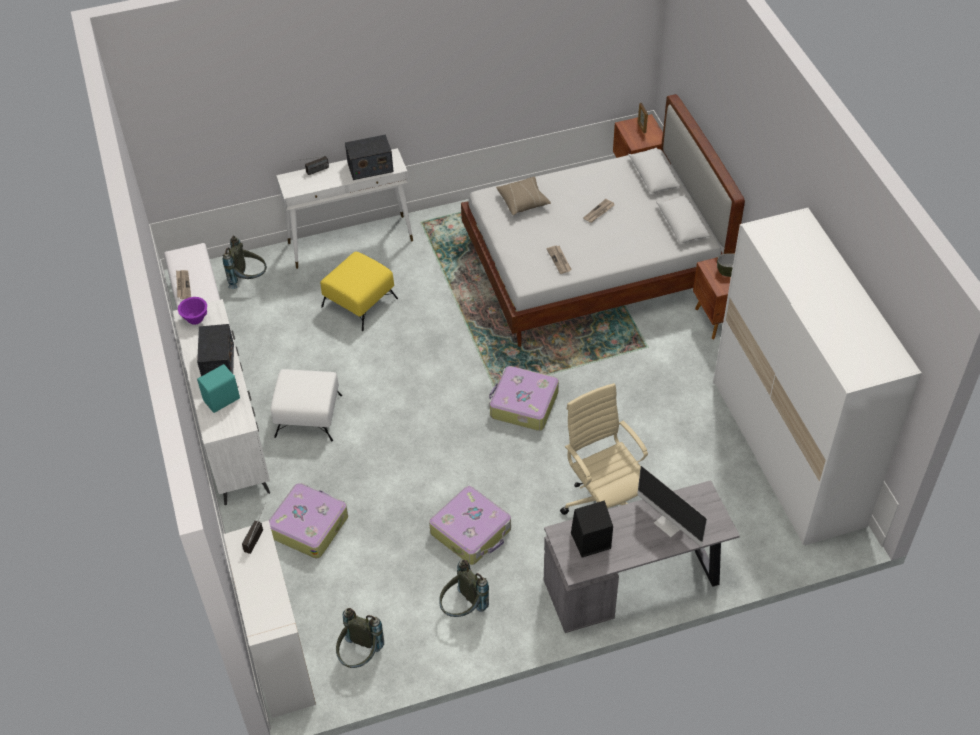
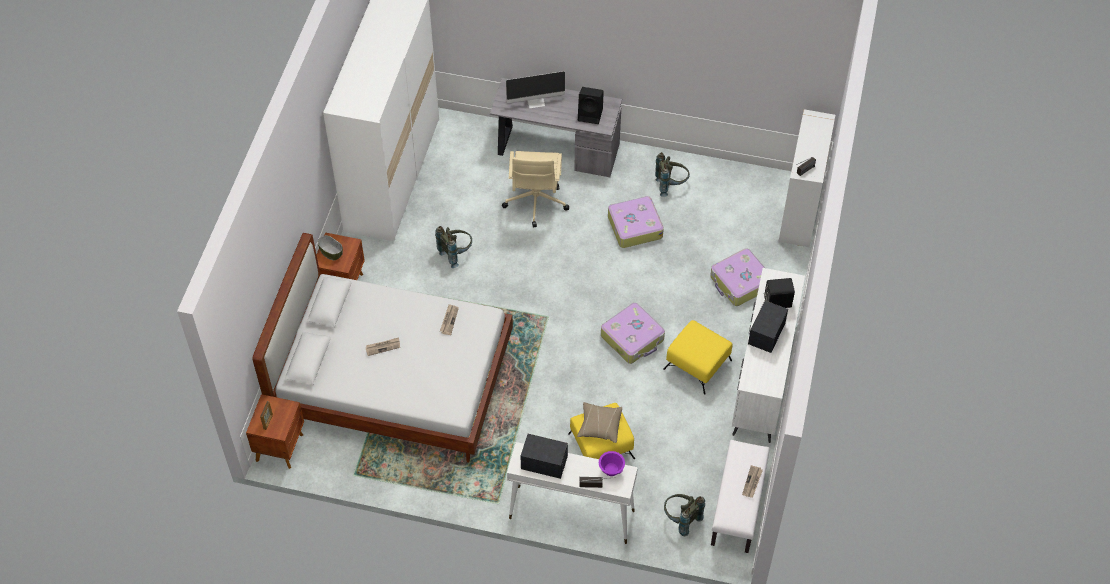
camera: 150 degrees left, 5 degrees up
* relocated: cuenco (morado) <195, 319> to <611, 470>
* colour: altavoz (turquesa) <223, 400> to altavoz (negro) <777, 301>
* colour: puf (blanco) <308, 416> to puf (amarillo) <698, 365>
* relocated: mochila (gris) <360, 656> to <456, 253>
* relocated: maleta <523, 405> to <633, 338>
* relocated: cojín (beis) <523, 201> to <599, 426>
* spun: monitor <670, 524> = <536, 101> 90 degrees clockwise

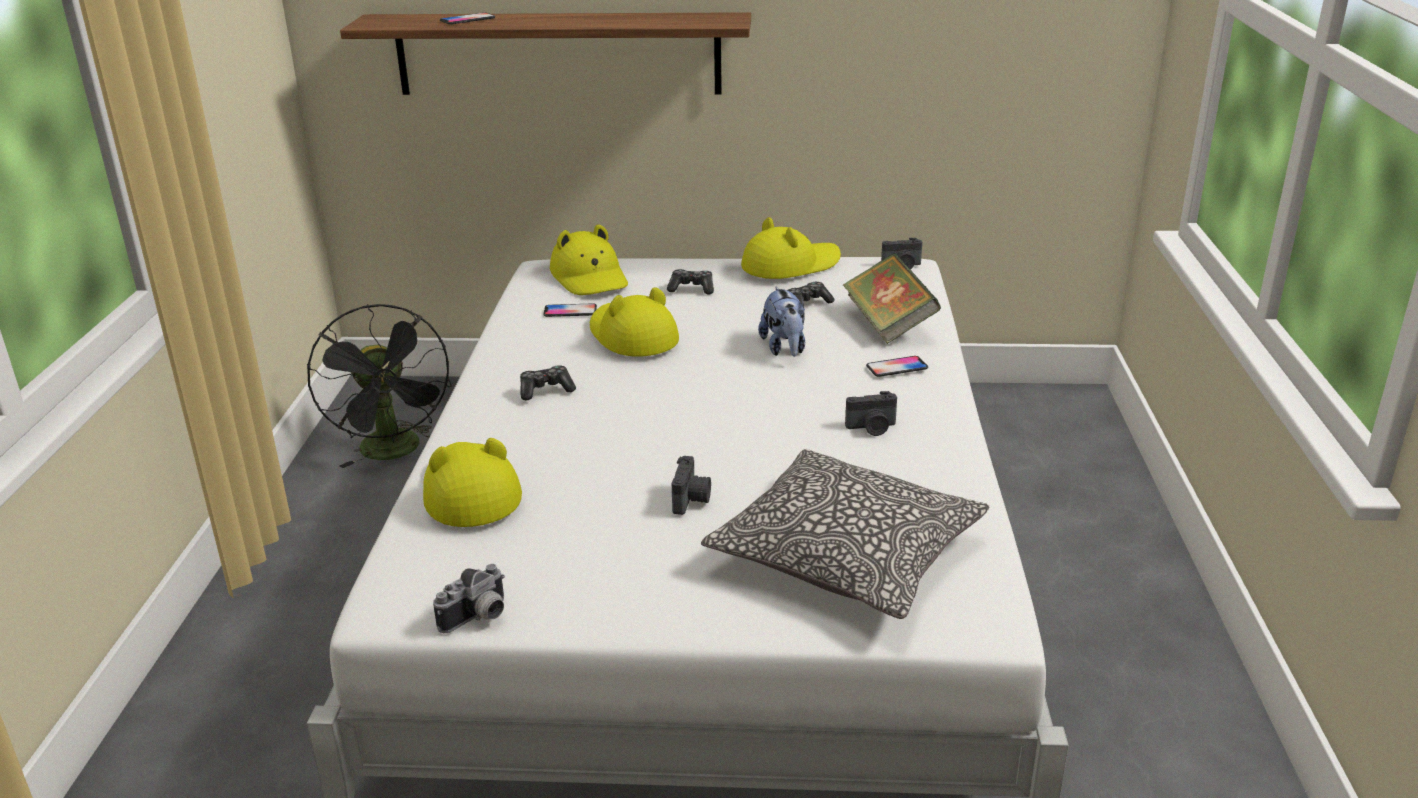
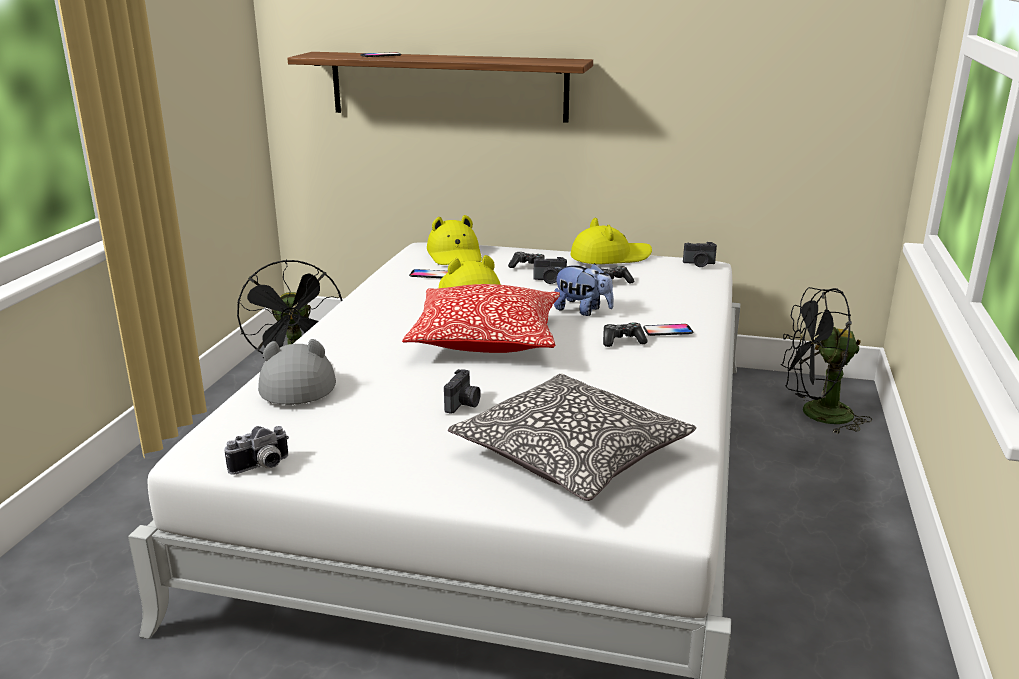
camera: 10 degrees right, 5 degrees down
* colour: sombrero (amarillo) <469, 491> to sombrero (gris) <298, 382>
* relocated: mando de consola <546, 390> to <622, 341>
* spun: peluche <784, 348> = <582, 311> 60 degrees counterclockwise
* missing: libro <888, 324>
* relocated: cámara <872, 428> to <550, 280>
* appeared: cojín <486, 339>
* appeared: ventilador (negro) <816, 414>

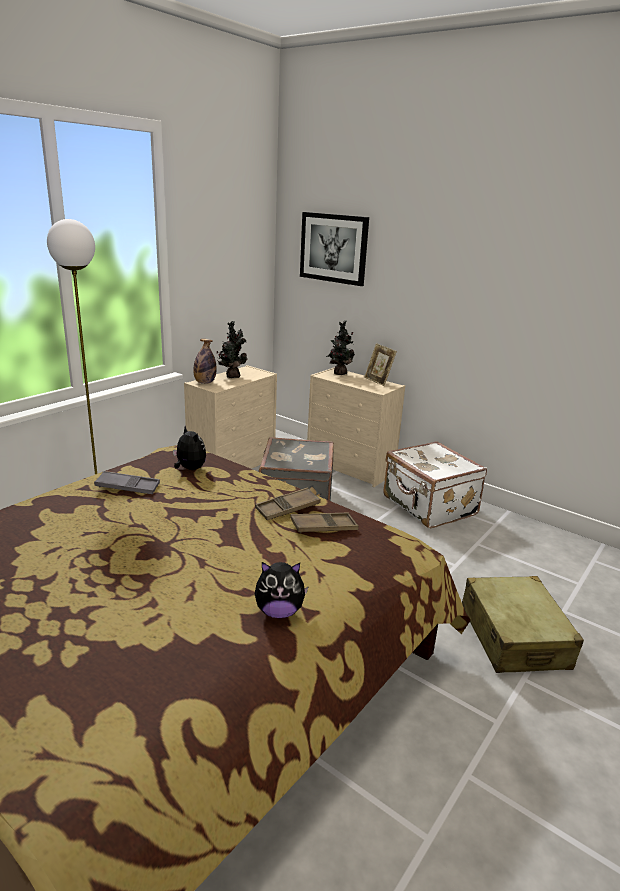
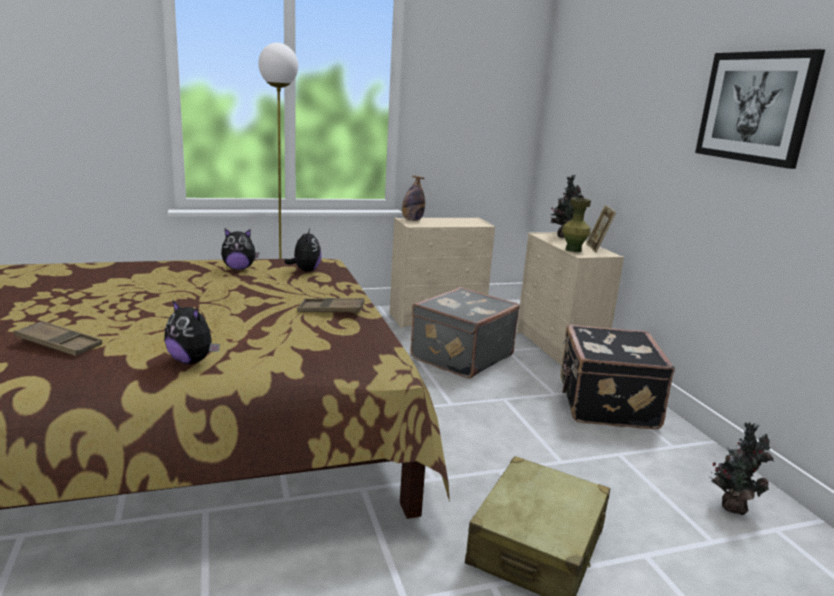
camera: 35 degrees right, 5 degrees down
* exchanged: bandeja (gris) <128, 487> to peluche <239, 268>
* relocated: planta en maceta <232, 376> to <732, 506>
* relocated: bandeja (marrón) <323, 527> to <59, 344>
* relocated: cuadro <333, 248> to <755, 107>
* colour: maleta (blanco) <428, 506> to maleta (negro) <604, 404>
* appeared: florero (verde) <573, 250>

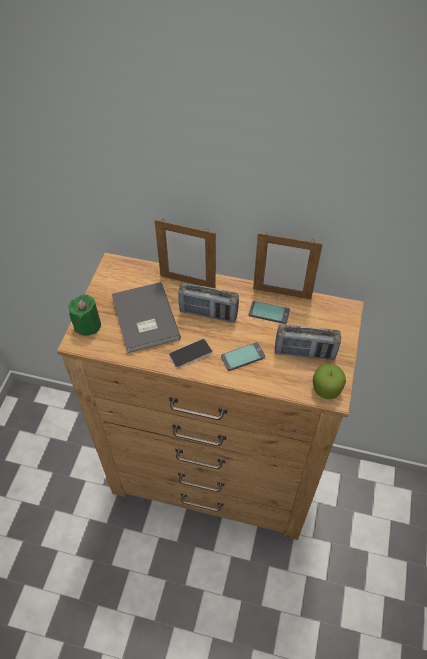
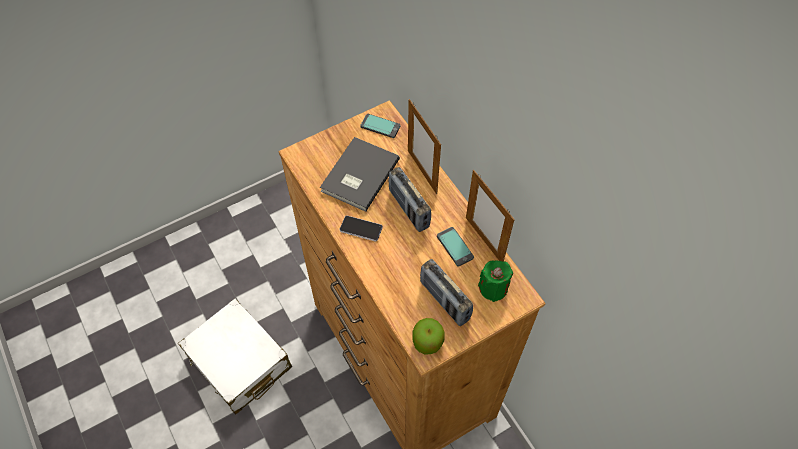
camera: 45 degrees right, 5 degrees up
* relocated: vela (verde) <87, 325> to <493, 288>
* relocated: móvil <242, 357> to <380, 126>
* appeared: maleta (blanco) <239, 362>

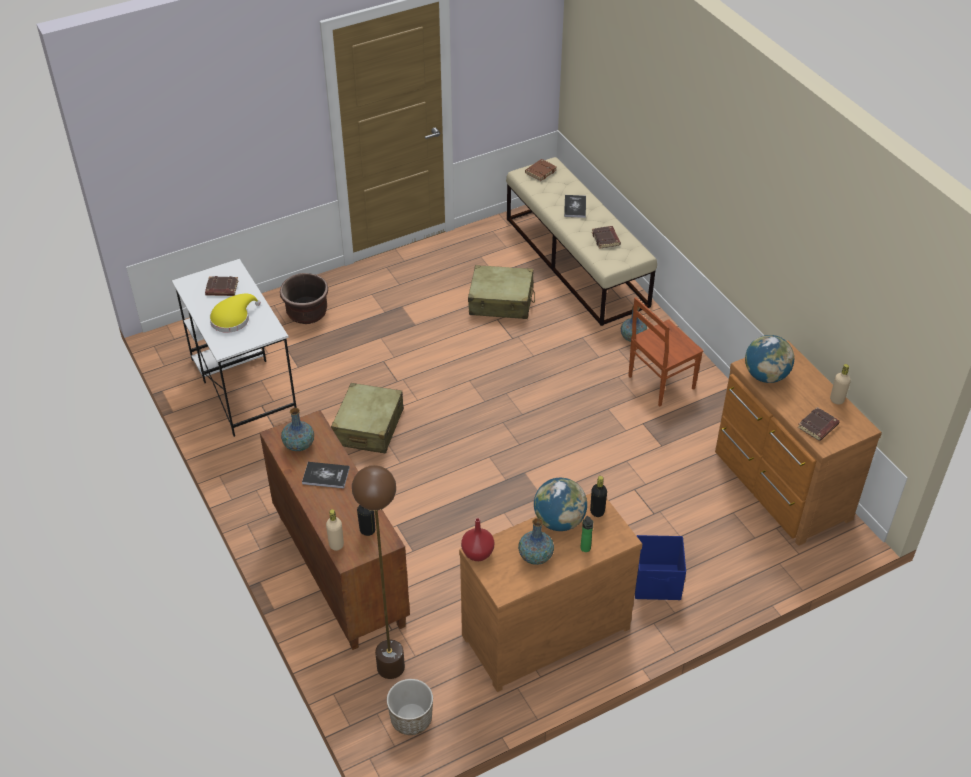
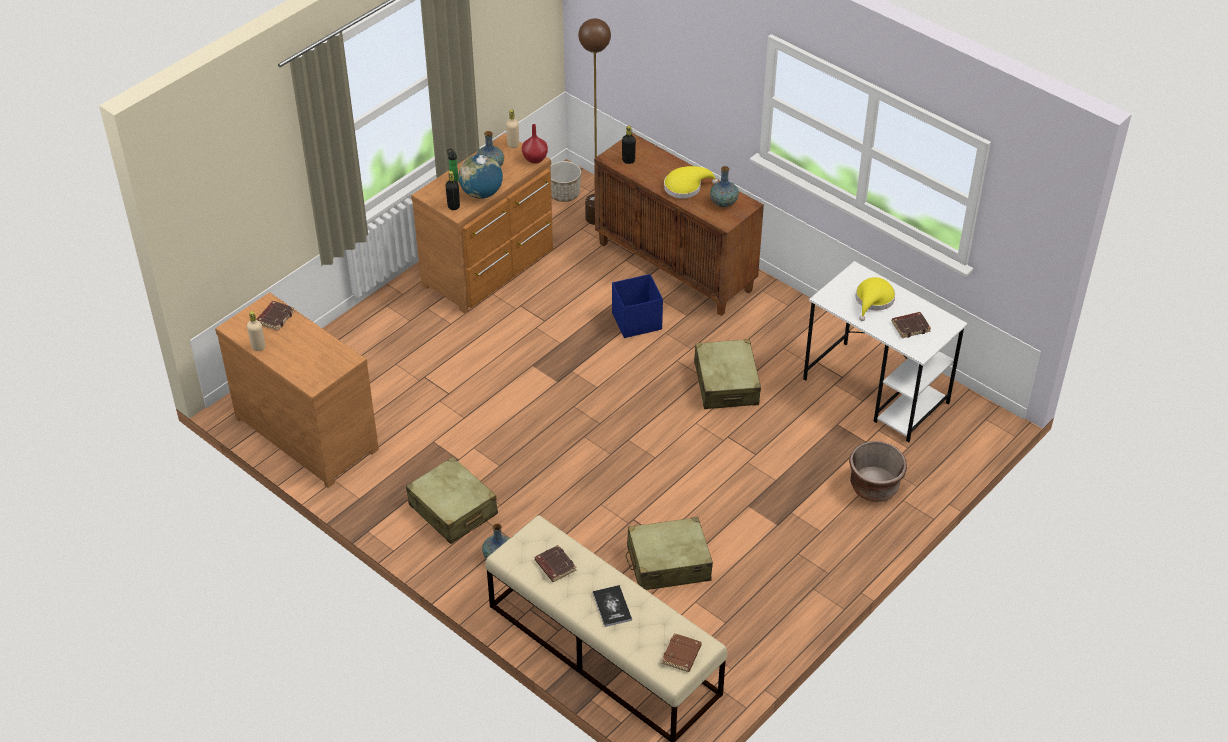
camera: 160 degrees right, 0 degrees up
* exchanged: libro <326, 475> to sombrero (amarillo) <685, 187>
* relocated: botella (beis) <336, 545> to <513, 144>
* exchanged: silla (marrón) <660, 382> to maleta (beis) <453, 510>
* relocated: caja de almacenaje (azul) <657, 582> to <636, 321>
* missing: globo terráqueo <766, 376>

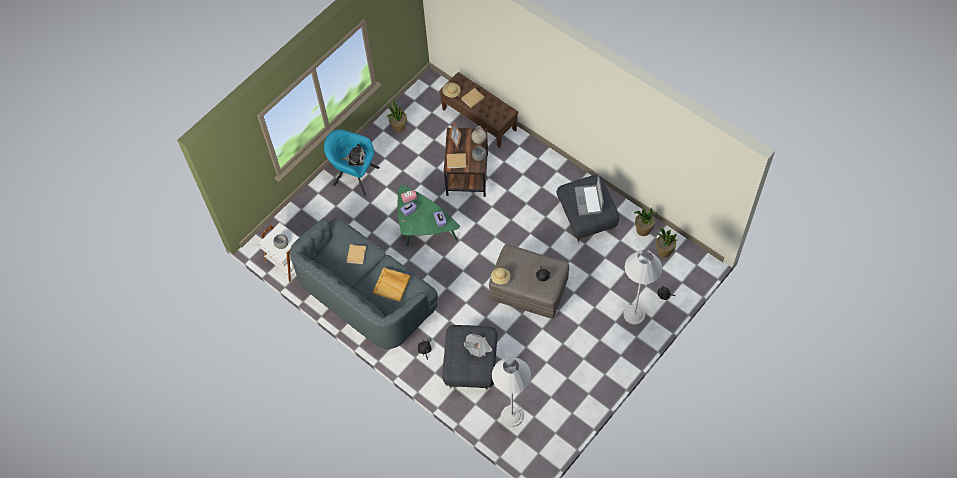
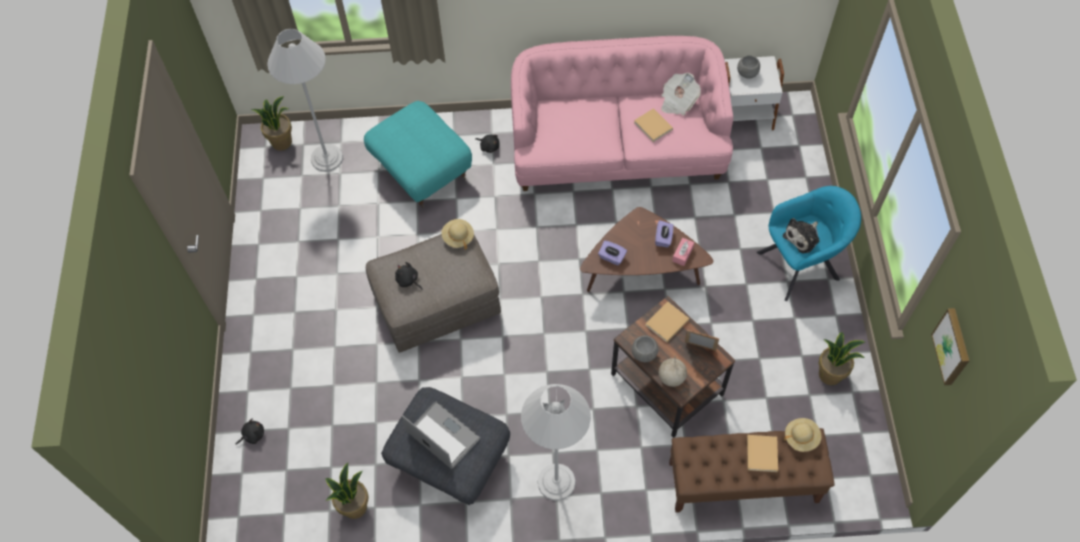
camera: 135 degrees right, 0 degrees up
* colour: sofá (gris) <366, 295> to sofá (rosa) <617, 148>
* missing: bandeja (beis) <392, 285>
* colour: mesa de centro (verde) <423, 228> to mesa de centro (marrón) <641, 271>
* colour: puf (gris) <471, 366> to puf (turquesa) <420, 171>
* relocated: periódico <478, 348> to <678, 101>
* relocated: lámpara de pie (blanco) <634, 314> to <556, 482>
* relocated: planta en maceta <664, 251> to <281, 141>
* appeared: cuadro <953, 346>

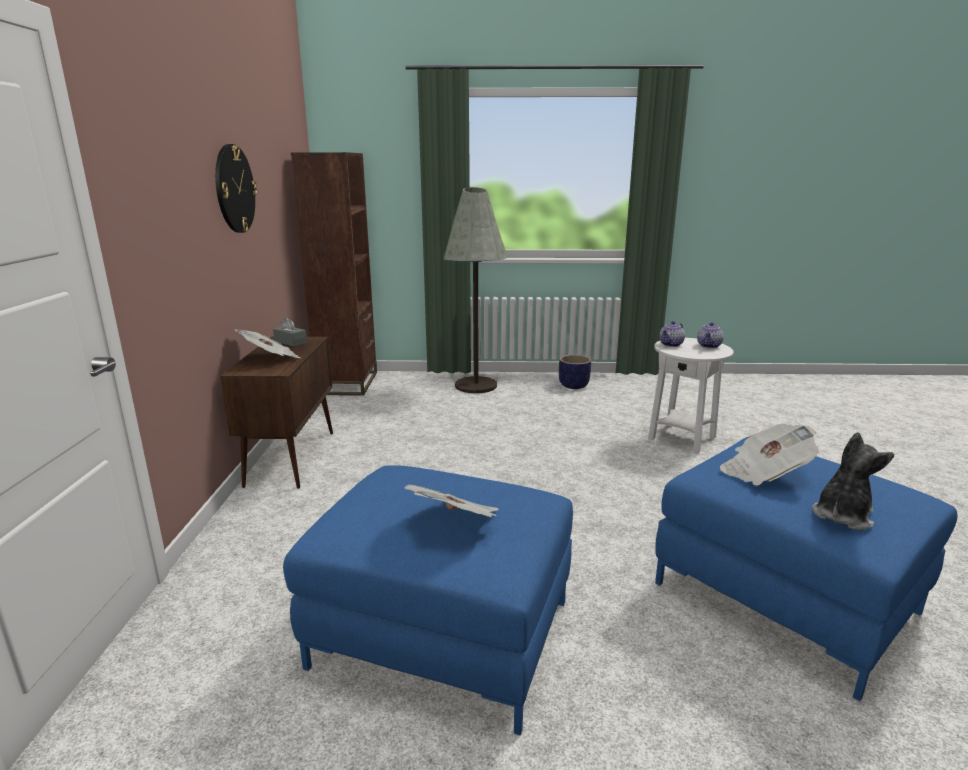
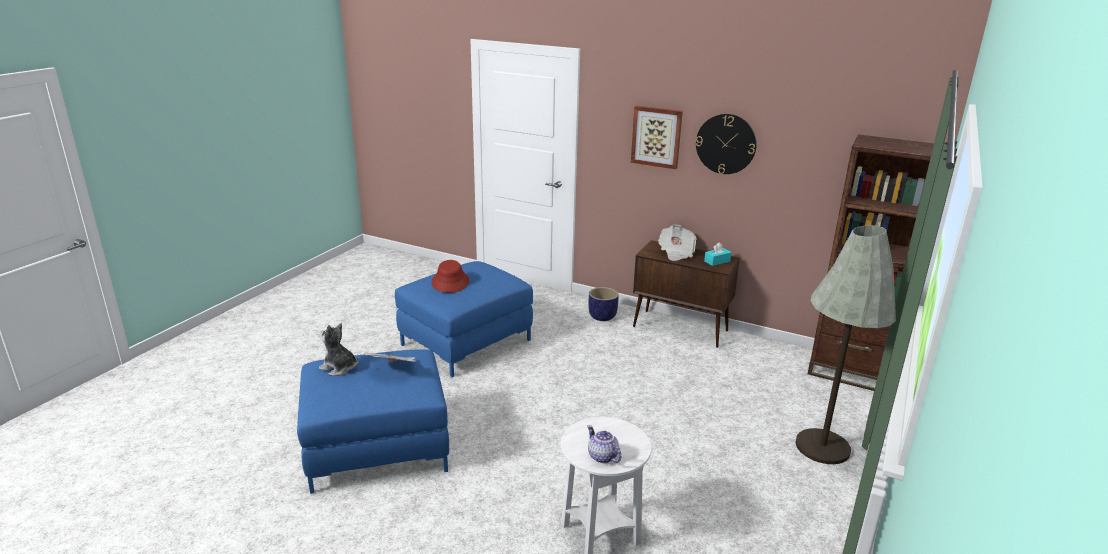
camera: 115 degrees right, 5 degrees up
* colour: caja de pañuelos (gris) <290, 342> to caja de pañuelos (turquesa) <717, 261>
* exchanged: periódico <456, 523> to sombrero (rojo) <450, 282>
* relocated: maceta <573, 385> to <602, 316>
* missing: tetera <671, 345>
* spun: peluche <842, 515> = <339, 368> 135 degrees clockwise
* appeared: cuadro <656, 136>

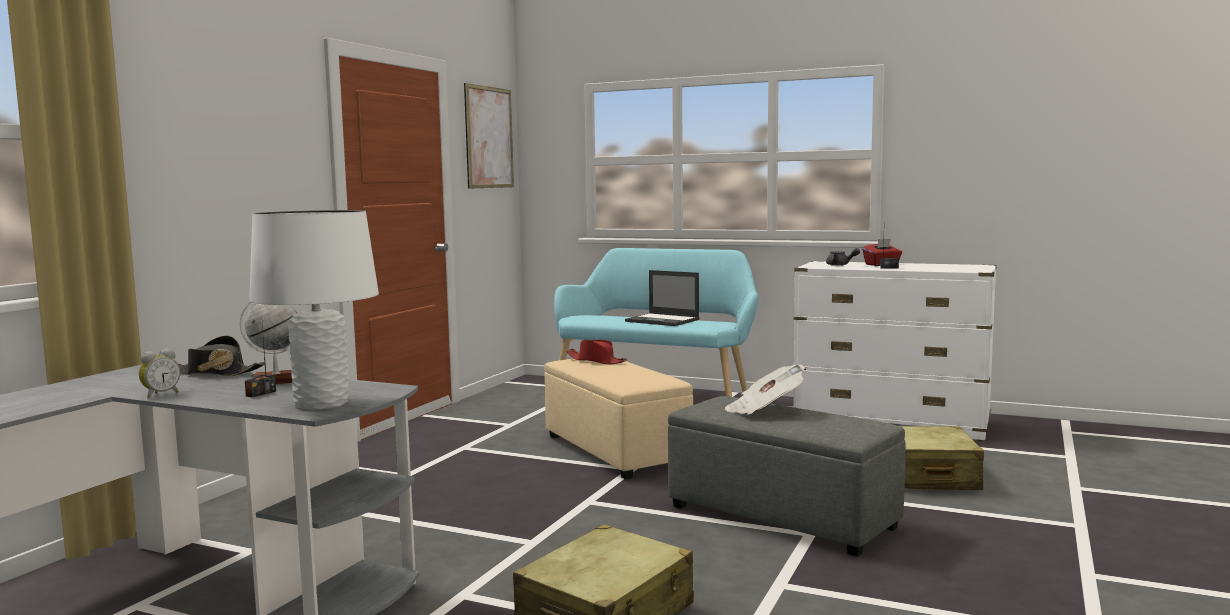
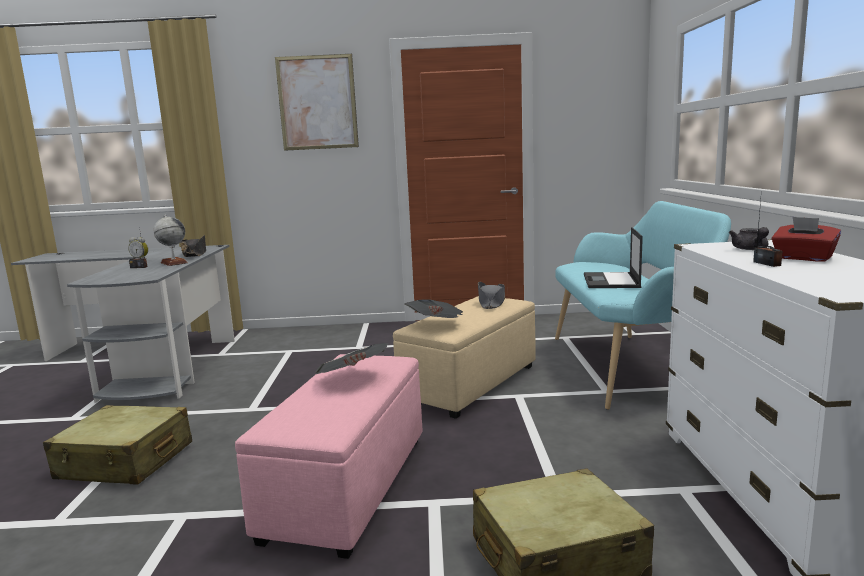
camera: 65 degrees right, 5 degrees up
* missing: lámpara de mesa (blanco) <322, 404>
* relocated: cuadro <489, 137> to <317, 102>
* colour: sombrero (rojo) <596, 361> to sombrero (gris) <491, 303>
* colour: puf (gris) <783, 517> to puf (rosa) <347, 487>
* appeared: periódico <436, 325>

